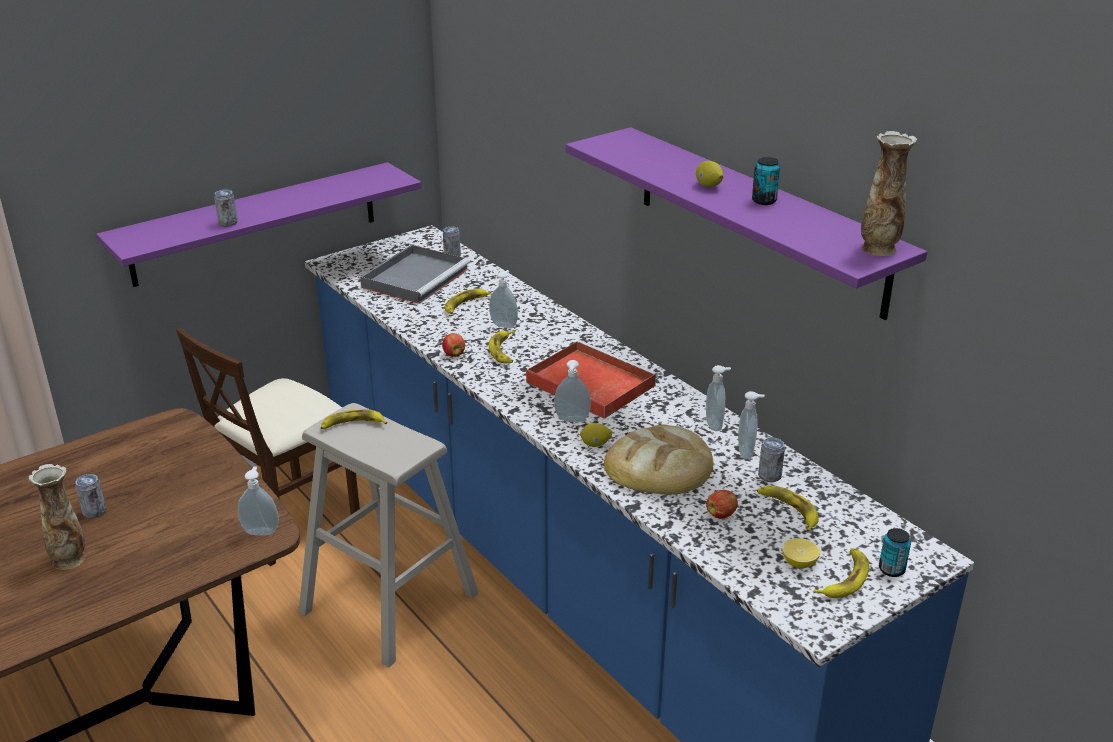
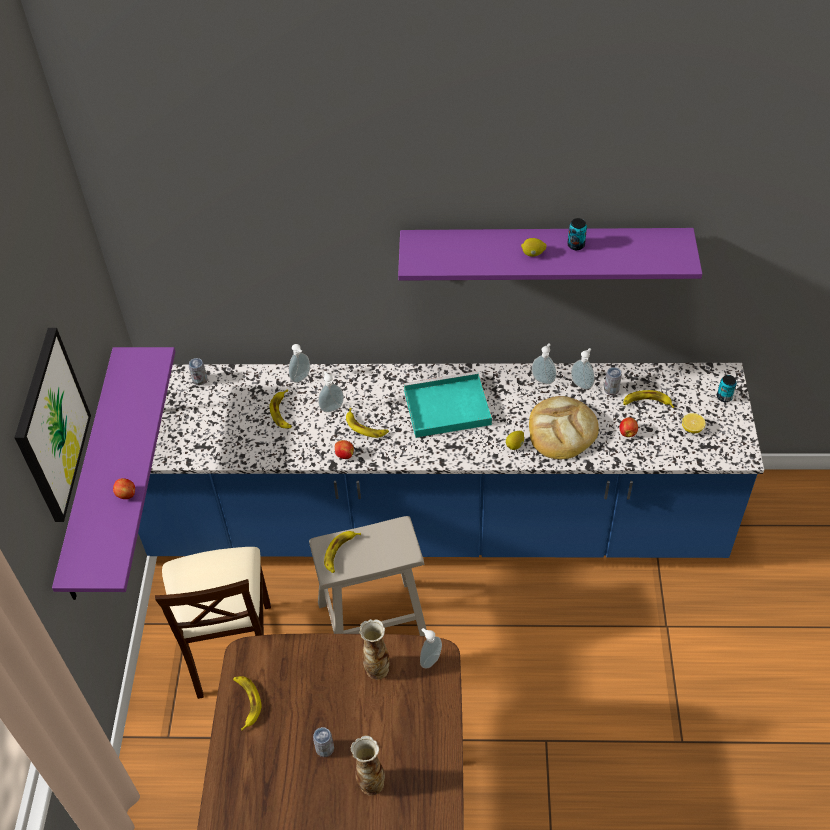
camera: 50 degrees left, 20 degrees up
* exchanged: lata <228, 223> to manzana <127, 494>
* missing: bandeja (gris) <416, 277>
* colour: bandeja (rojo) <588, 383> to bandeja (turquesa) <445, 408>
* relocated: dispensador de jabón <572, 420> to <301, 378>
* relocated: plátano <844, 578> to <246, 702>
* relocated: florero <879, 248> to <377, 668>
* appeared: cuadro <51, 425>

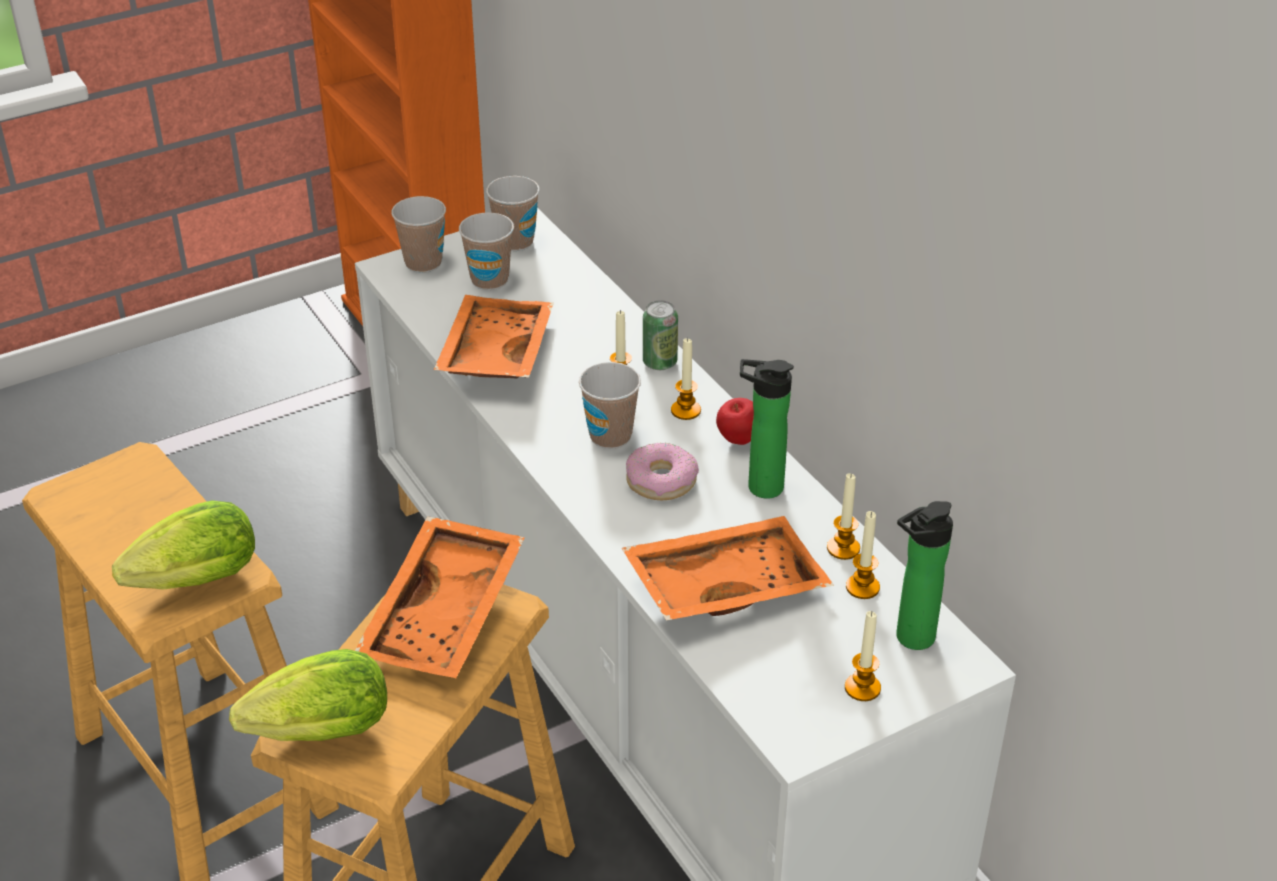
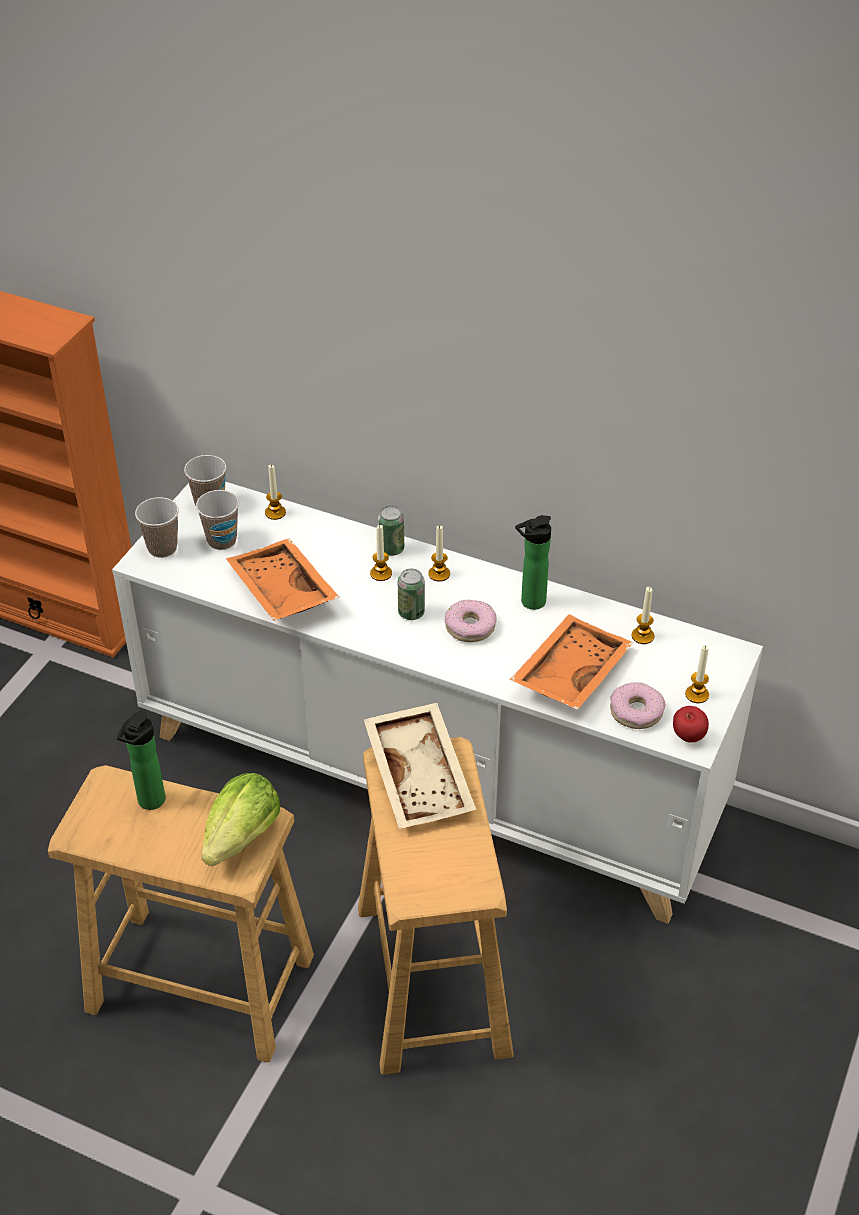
camera: 35 degrees left, 5 degrees up
* missing: lechuga <313, 734>
* colour: bandeja (naranja) <447, 615> to bandeja (beis) <421, 776>
* exchanged: taza <610, 436> to lata <411, 612>
* relocated: manzana <737, 441> to <687, 738>
* relocated: vela <843, 548> to <275, 513>
* relocated: botella <910, 639> to <149, 803>
* appeared: rosquilla <636, 711>

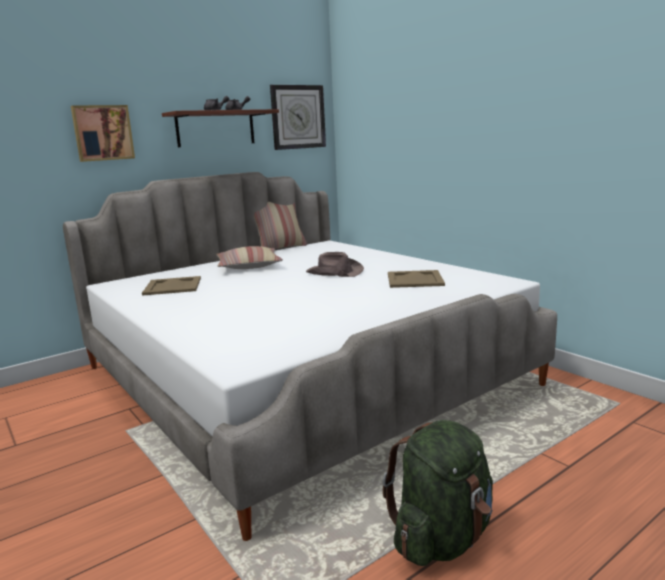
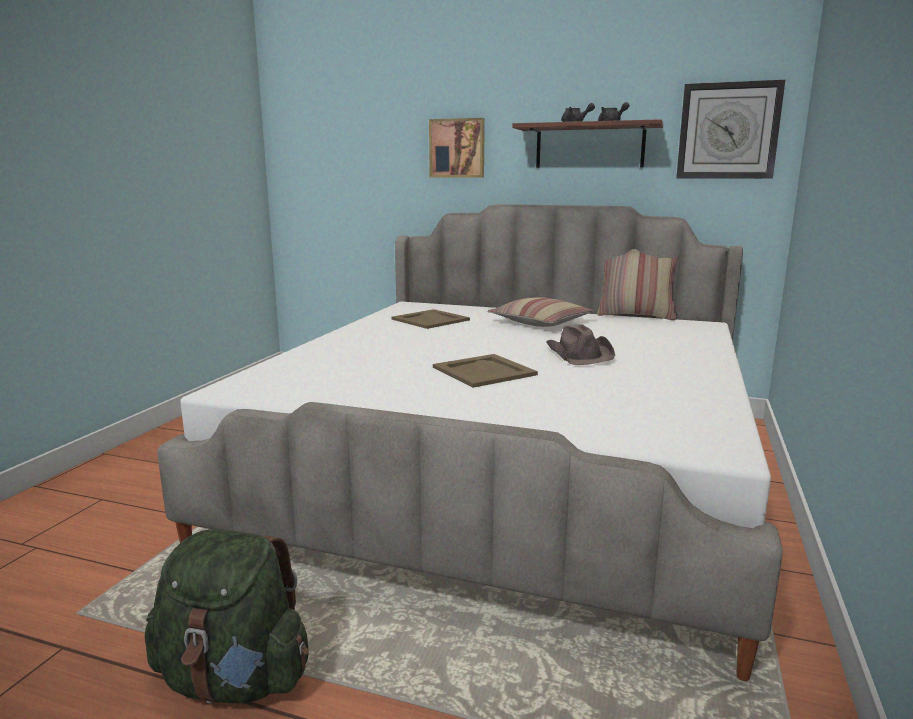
camera: 55 degrees right, 0 degrees up
* relocated: bandeja (beis) <415, 279> to <484, 371>

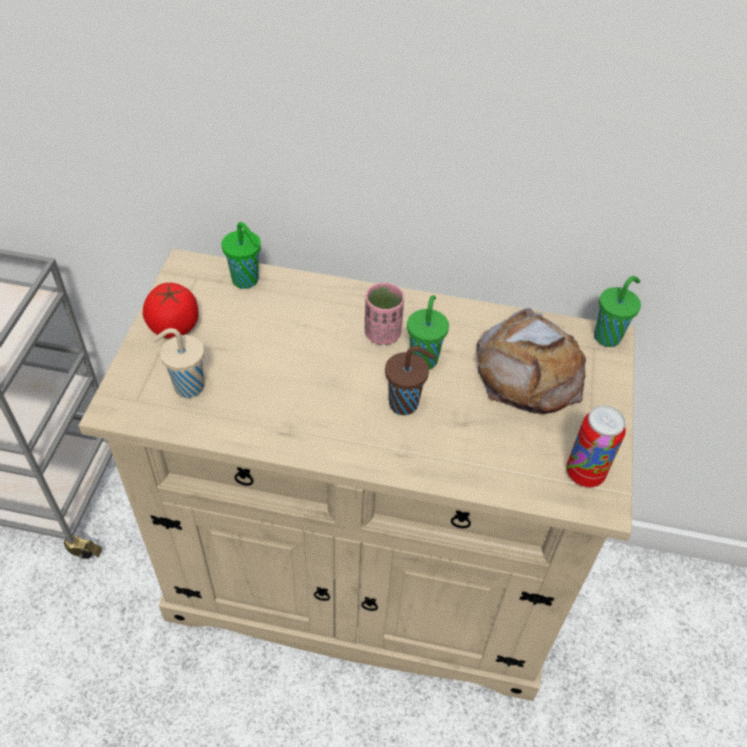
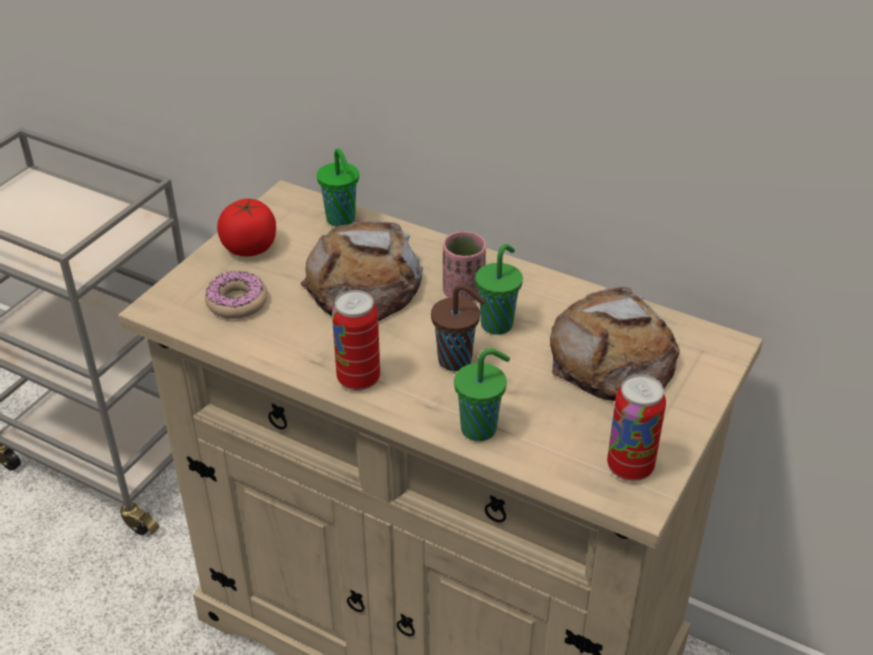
camera: 20 degrees right, 10 degrees down
* exchanged: taza (beis) <187, 387> to rosquilla <237, 302>
* relocated: taza (verde) <608, 336> to <481, 428>
* appeared: pan <364, 284>
* appeared: lata <358, 379>

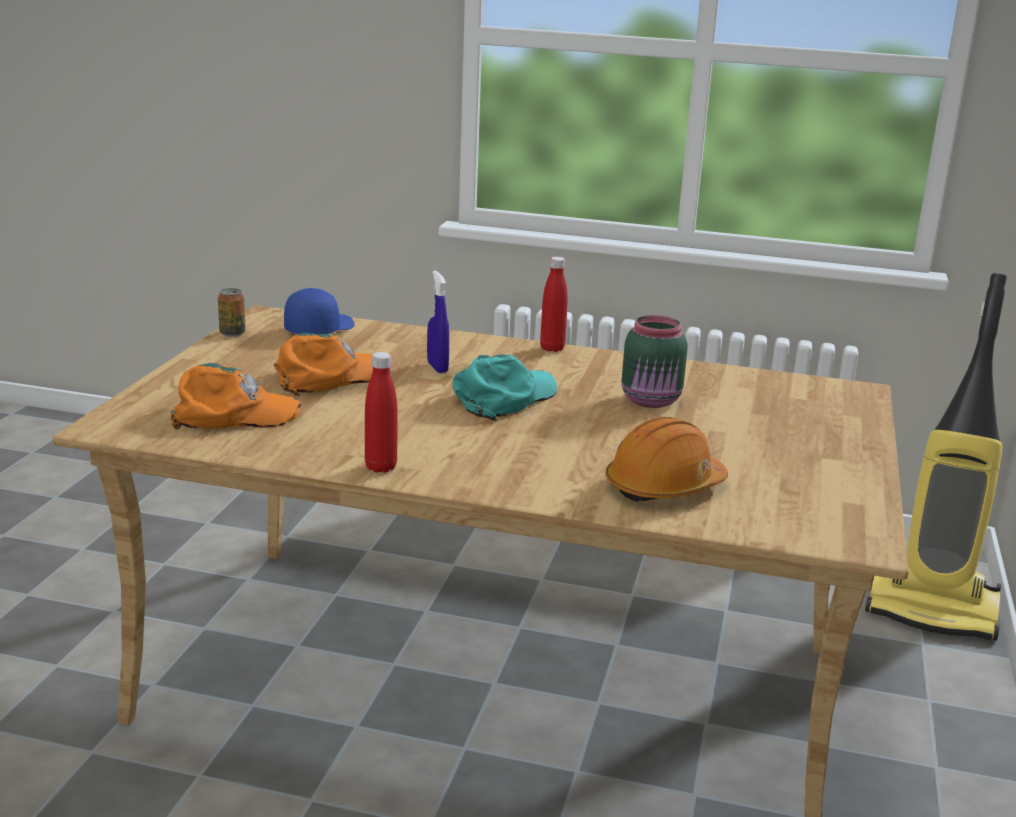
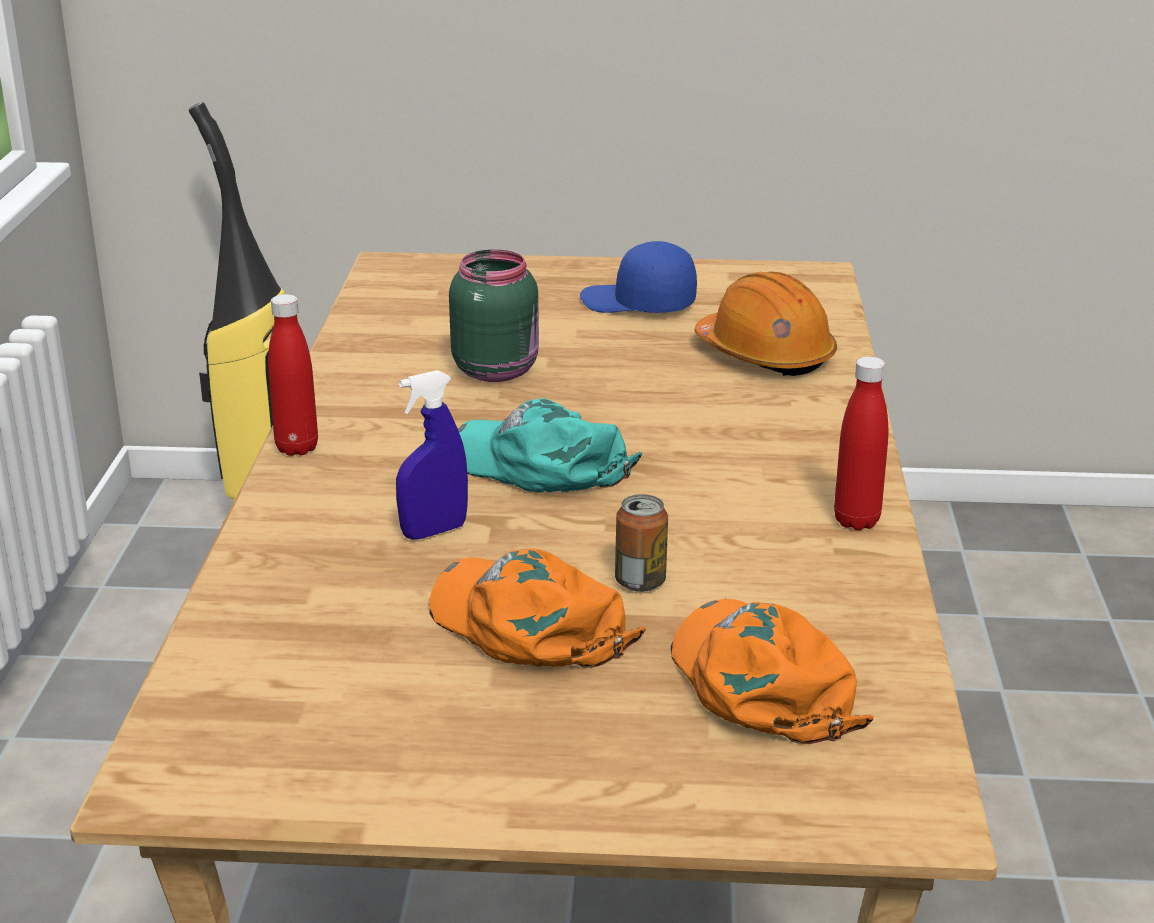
camera: 100 degrees left, 5 degrees up
* relocated: lata <232, 333> to <640, 582>
* relocated: gorra (azul) <319, 329> to <638, 304>

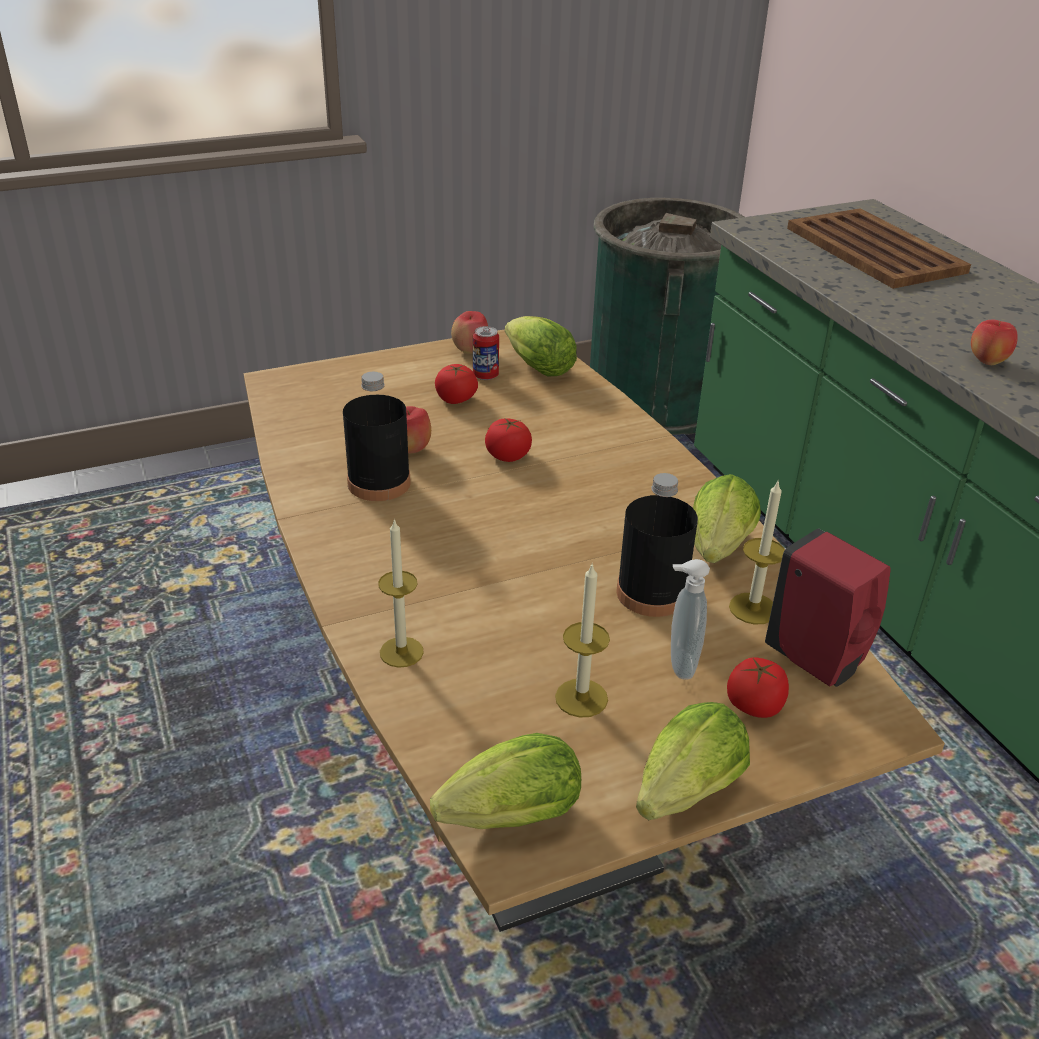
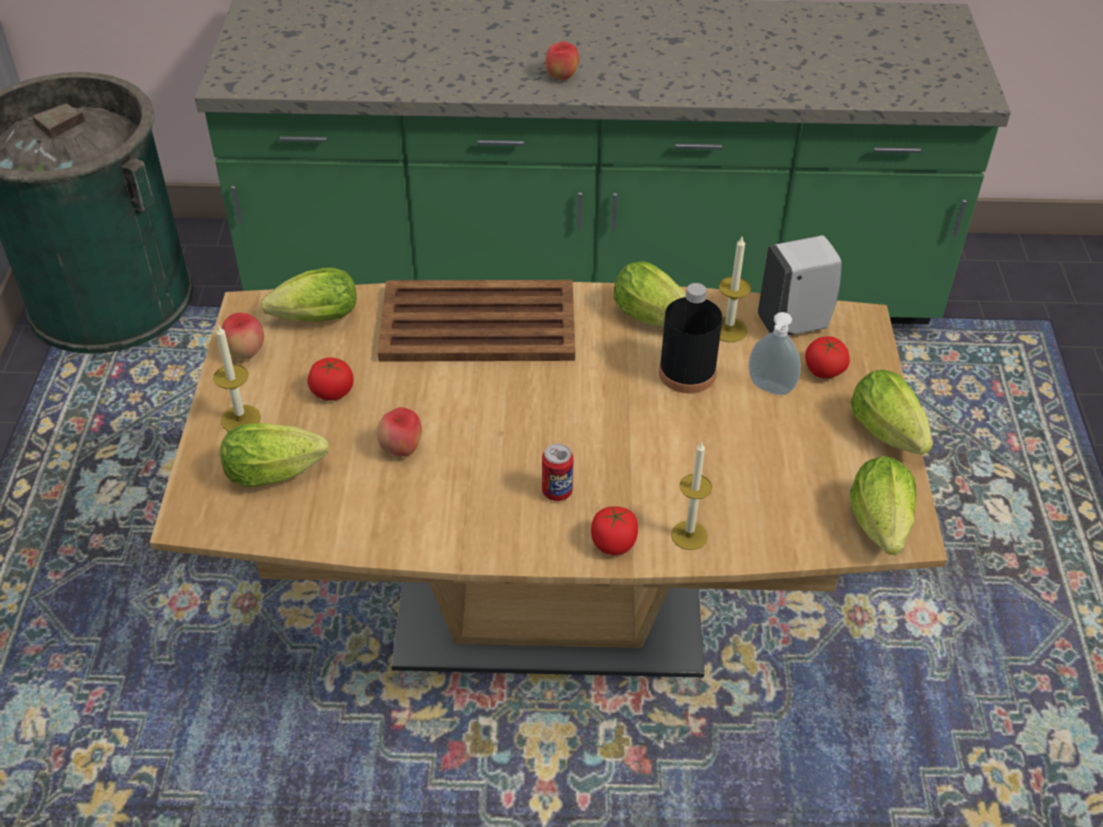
camera: 65 degrees left, 10 degrees up
* missing: botella (negro) <379, 483>
* relocated: lata <485, 376> to <557, 492>
* relocated: tomate <508, 456> to <613, 543>
* relocated: vela <581, 698> to <241, 419>
* colour: dispensador de jabón (rojo) <817, 661> to dispensador de jabón (blanco) <795, 324>
* relocated: bandeja (marrón) <873, 249> to <476, 323>
* appeared: lechuga <280, 472>

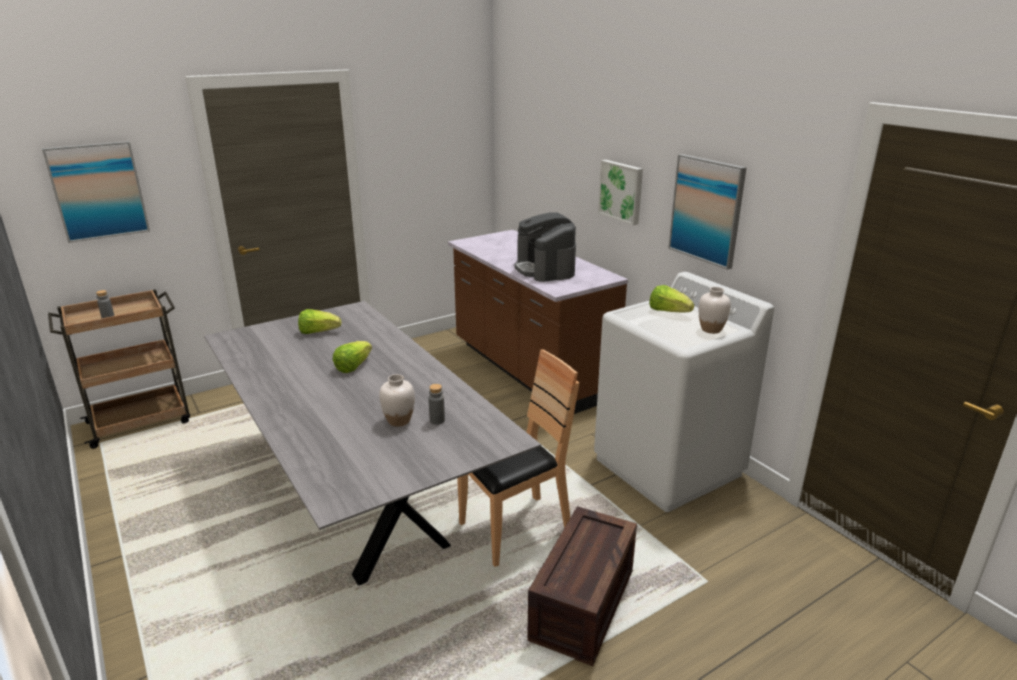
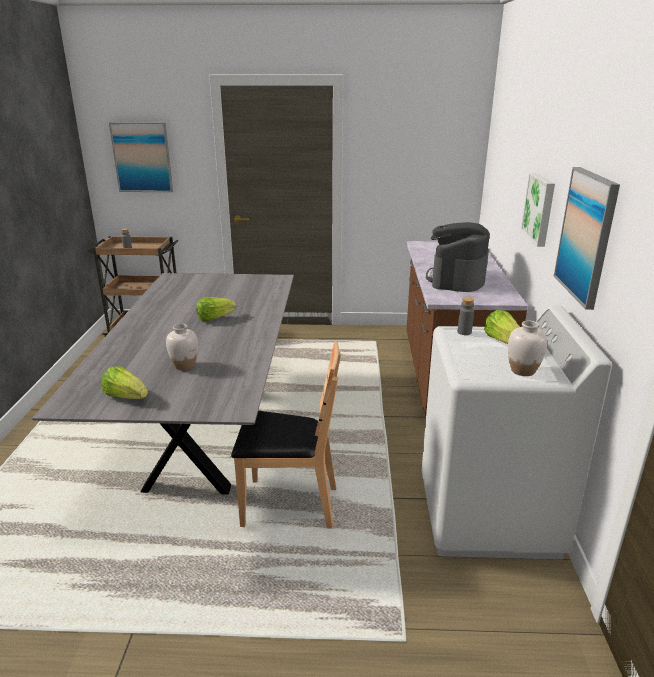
camera: 35 degrees right, 0 degrees up
* relocated: lechuga <318, 332> to <126, 397>
* relocated: botella (gris) <437, 420> to <464, 332>
* missing: caja de embalaje <584, 606>

